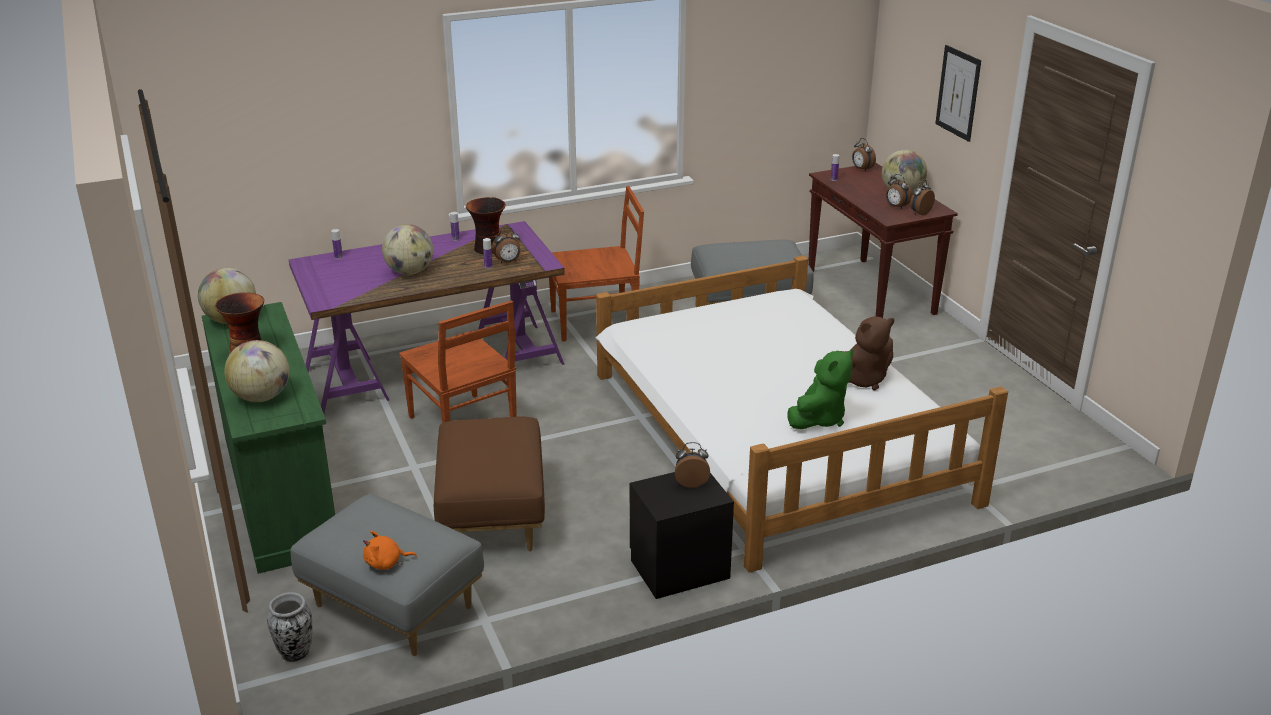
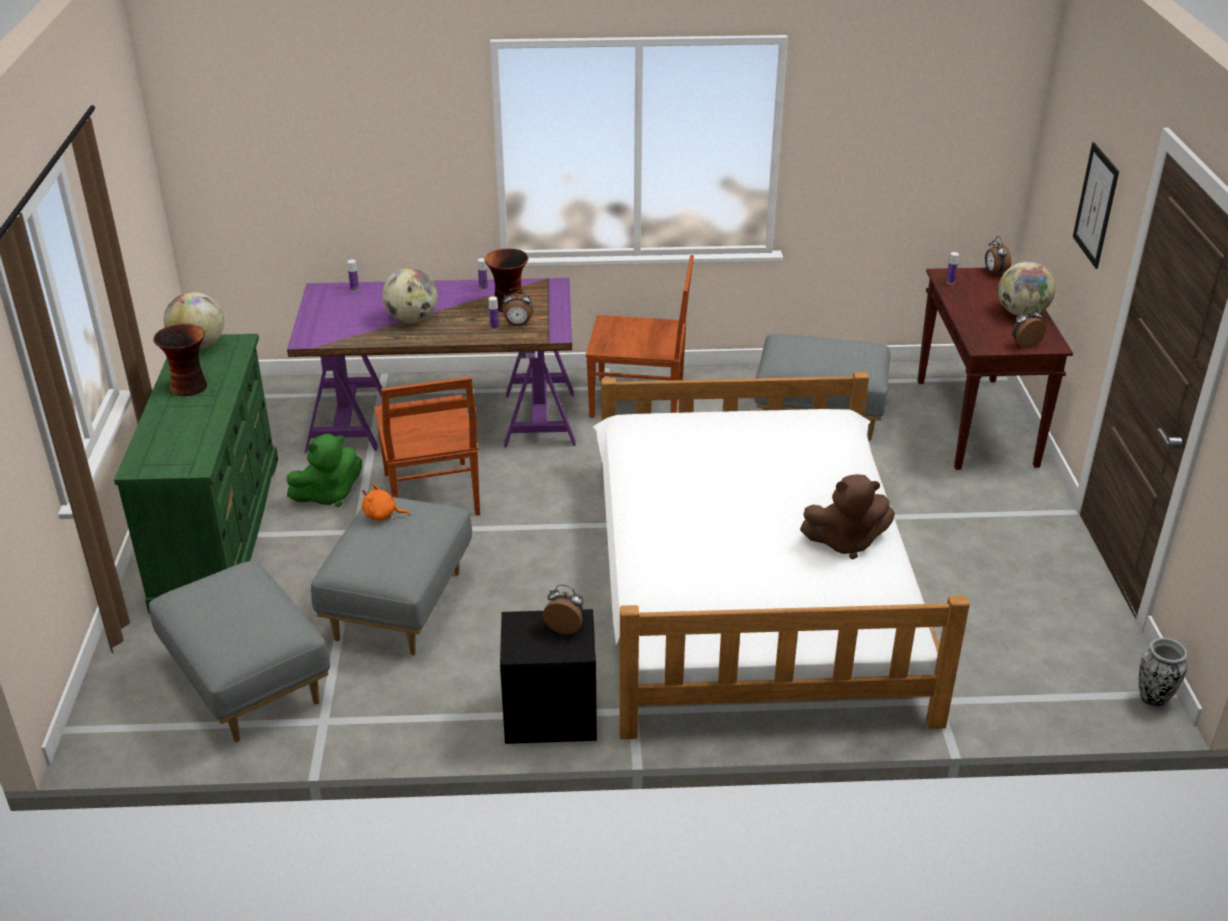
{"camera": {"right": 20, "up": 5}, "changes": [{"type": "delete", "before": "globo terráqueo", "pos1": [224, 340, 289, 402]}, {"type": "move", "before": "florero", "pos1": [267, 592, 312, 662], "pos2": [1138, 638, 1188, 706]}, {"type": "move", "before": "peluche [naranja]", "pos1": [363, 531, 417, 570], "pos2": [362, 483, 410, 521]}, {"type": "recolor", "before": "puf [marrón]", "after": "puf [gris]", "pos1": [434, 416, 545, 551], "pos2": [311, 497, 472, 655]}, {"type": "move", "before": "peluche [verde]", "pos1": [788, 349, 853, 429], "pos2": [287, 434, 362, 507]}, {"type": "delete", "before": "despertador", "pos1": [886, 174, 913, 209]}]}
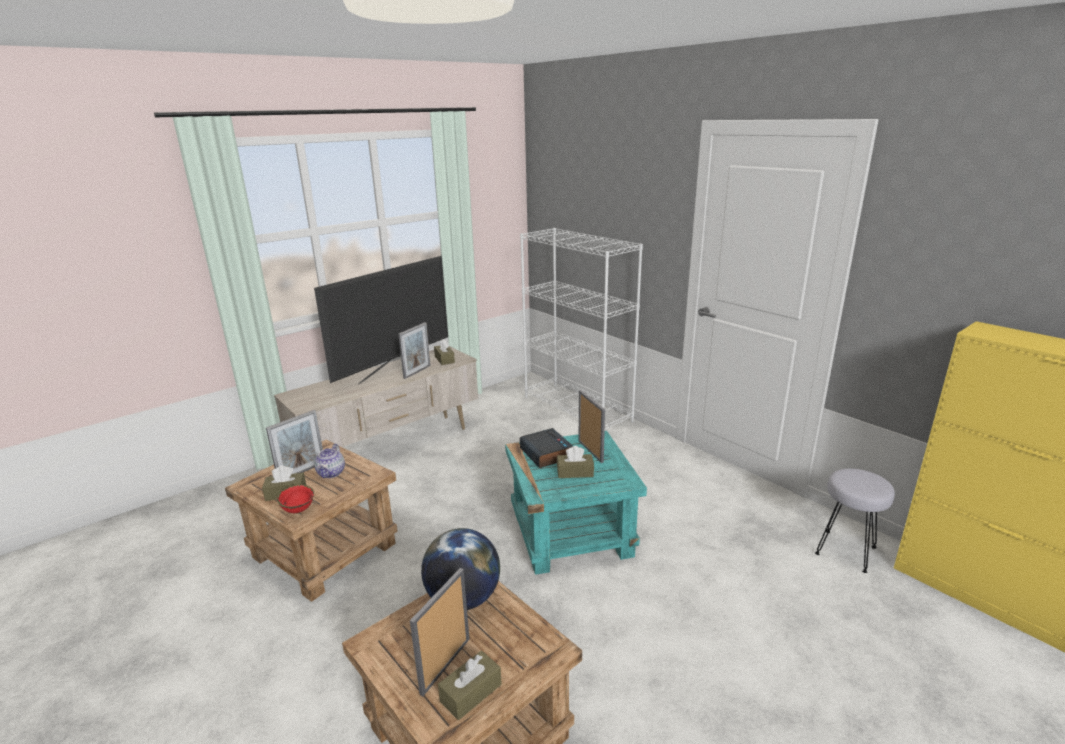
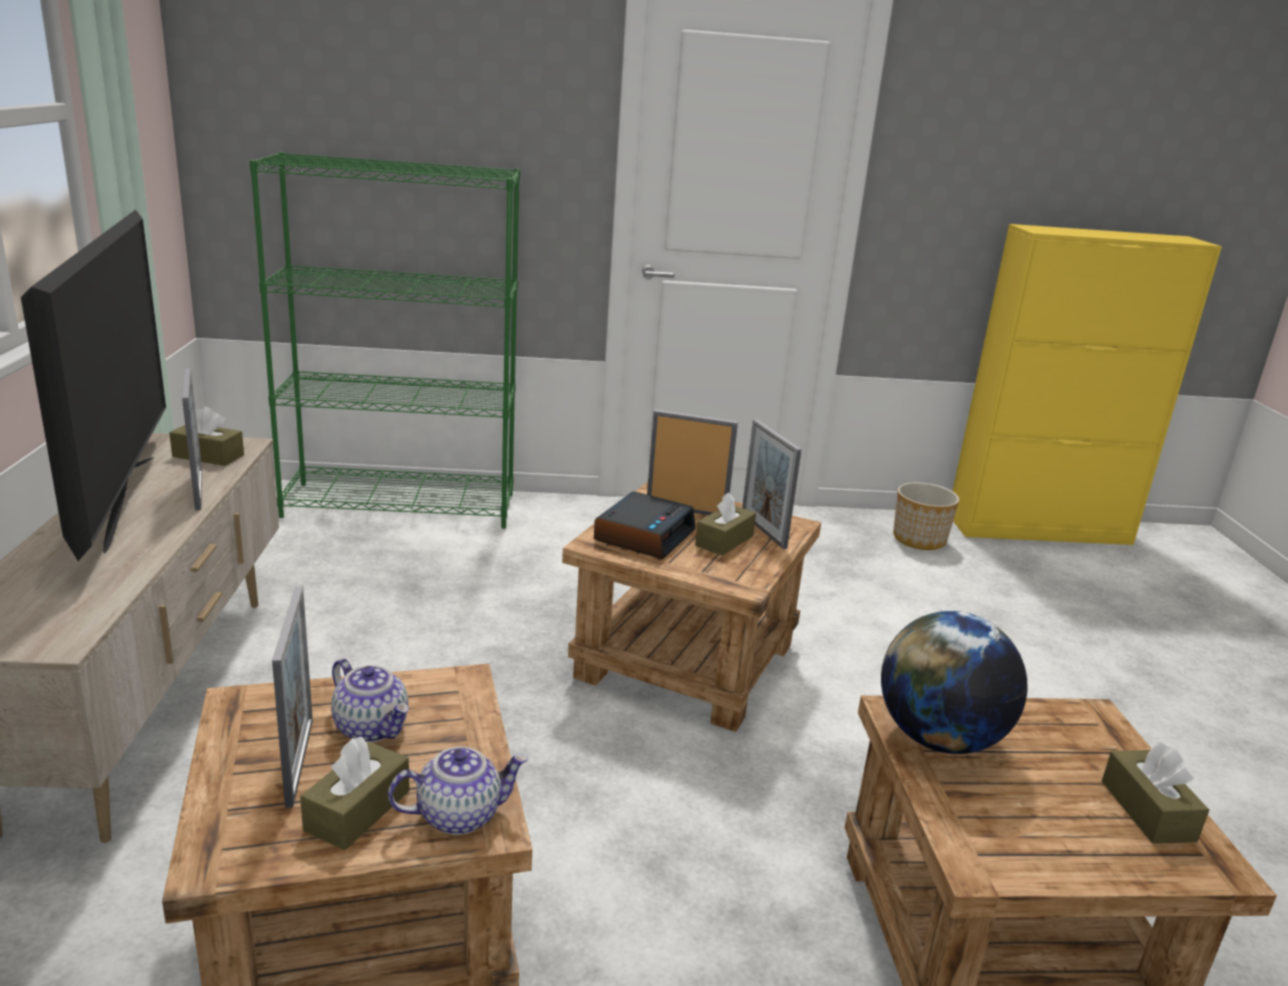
{"camera": {"right": -55, "up": 0}, "changes": [{"type": "replace", "before": "cuenco [rojo]", "after": "tetera", "pos1": [277, 484, 314, 514], "pos2": [388, 746, 528, 835]}, {"type": "move", "before": "portarretratos", "pos1": [410, 568, 469, 696], "pos2": [742, 419, 802, 549]}, {"type": "recolor", "before": "mesa auxiliar [turquesa]", "after": "mesa auxiliar [marrón]", "pos1": [505, 431, 647, 575], "pos2": [562, 482, 821, 732]}, {"type": "recolor", "before": "estantería [blanco]", "after": "estantería [verde]", "pos1": [520, 228, 643, 429], "pos2": [249, 152, 520, 529]}, {"type": "rotate", "before": "despertador", "pos1": [520, 428, 573, 468], "pos2": [594, 492, 696, 559], "turn": 105}, {"type": "replace", "before": "taburete [gris]", "after": "maceta", "pos1": [815, 468, 895, 573], "pos2": [893, 482, 959, 550]}]}
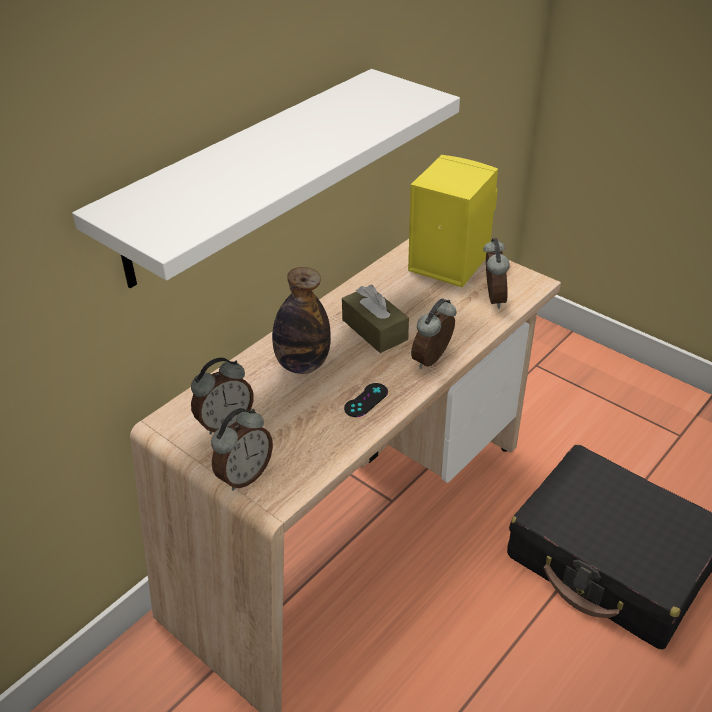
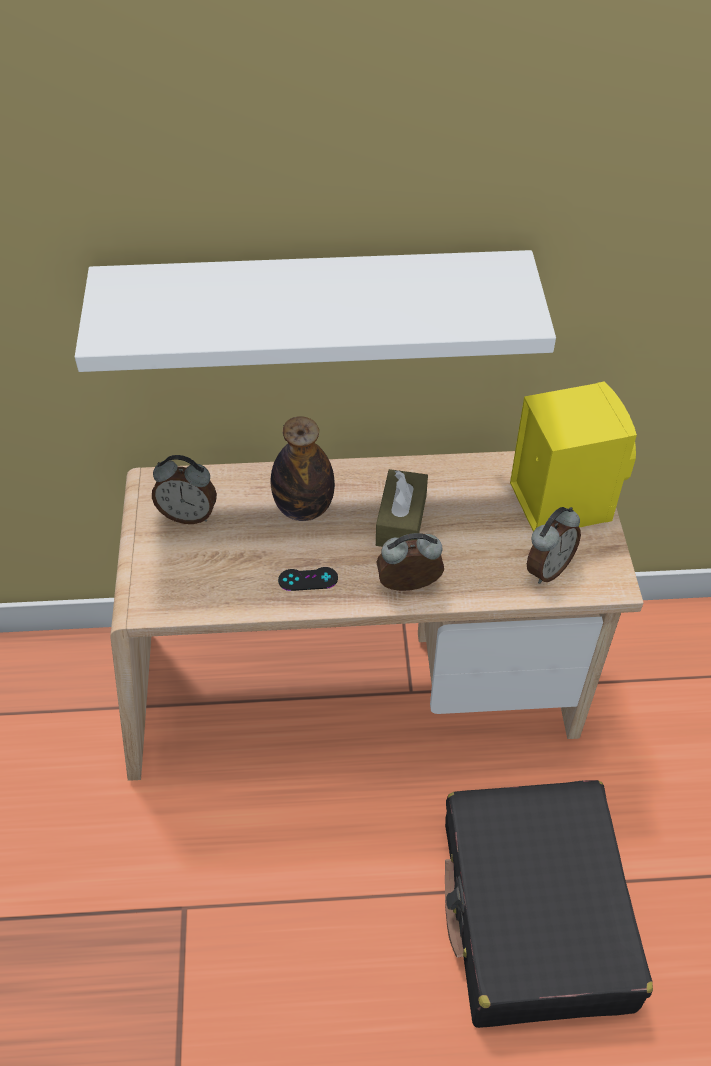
{"camera": {"right": 45, "up": 10}, "changes": [{"type": "delete", "before": "despertador", "pos1": [211, 408, 273, 491]}]}
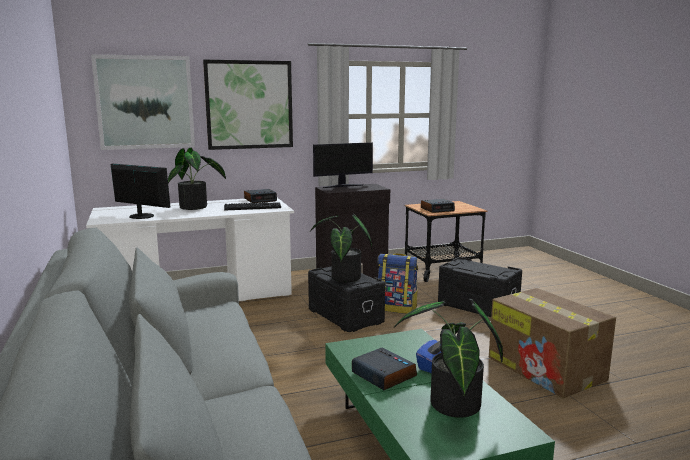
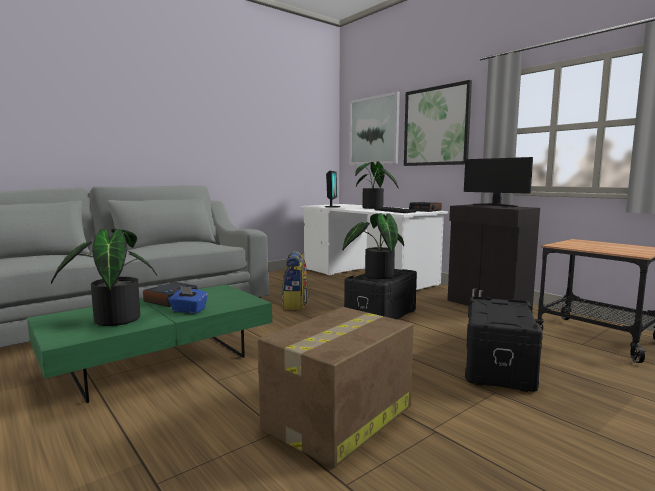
{"camera": {"right": 70, "up": -5}, "changes": [{"type": "move", "before": "mochila", "pos1": [377, 253, 418, 314], "pos2": [281, 251, 309, 310]}, {"type": "delete", "before": "despertador", "pos1": [421, 199, 455, 213]}]}
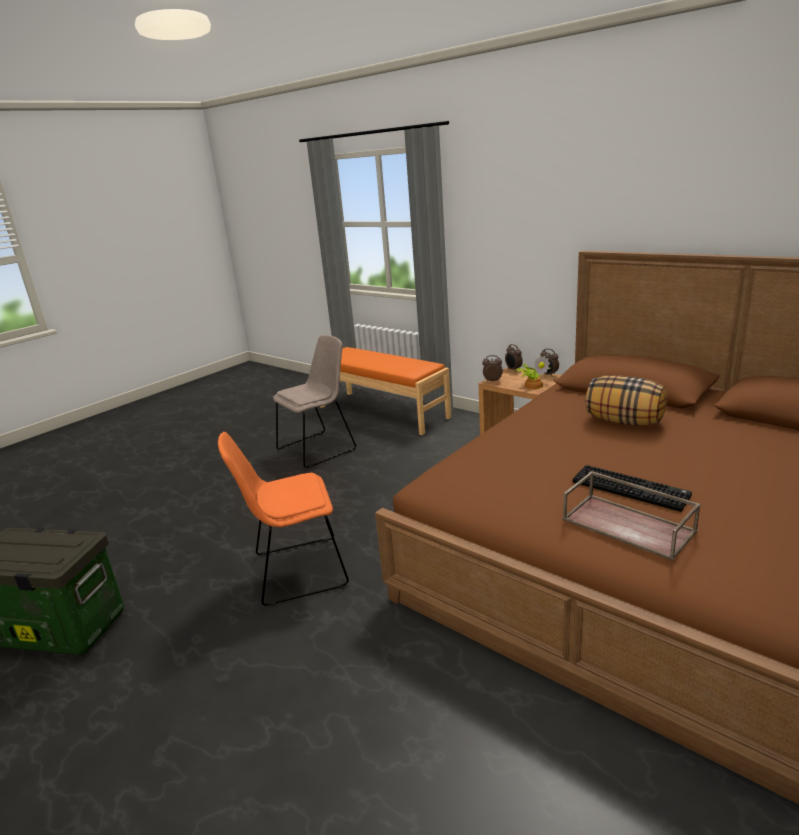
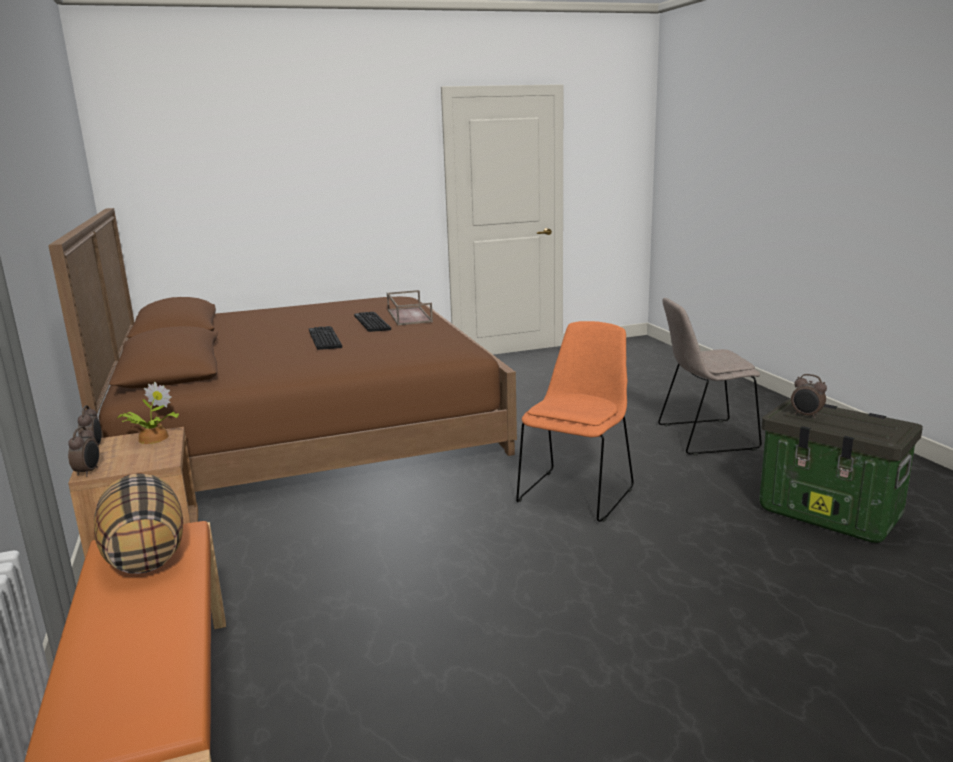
{"camera": {"right": -150, "up": -5}, "changes": [{"type": "rotate", "before": "silla [naranja]", "pos1": [218, 432, 349, 606], "pos2": [516, 321, 634, 522], "turn": -75}, {"type": "move", "before": "silla [beis]", "pos1": [273, 335, 356, 468], "pos2": [658, 298, 762, 456]}, {"type": "move", "before": "despertador", "pos1": [482, 355, 503, 382], "pos2": [791, 374, 827, 419]}, {"type": "move", "before": "cojín", "pos1": [585, 375, 667, 425], "pos2": [94, 473, 183, 574]}, {"type": "insert", "after": "teclado", "pos2": [309, 326, 342, 350]}]}
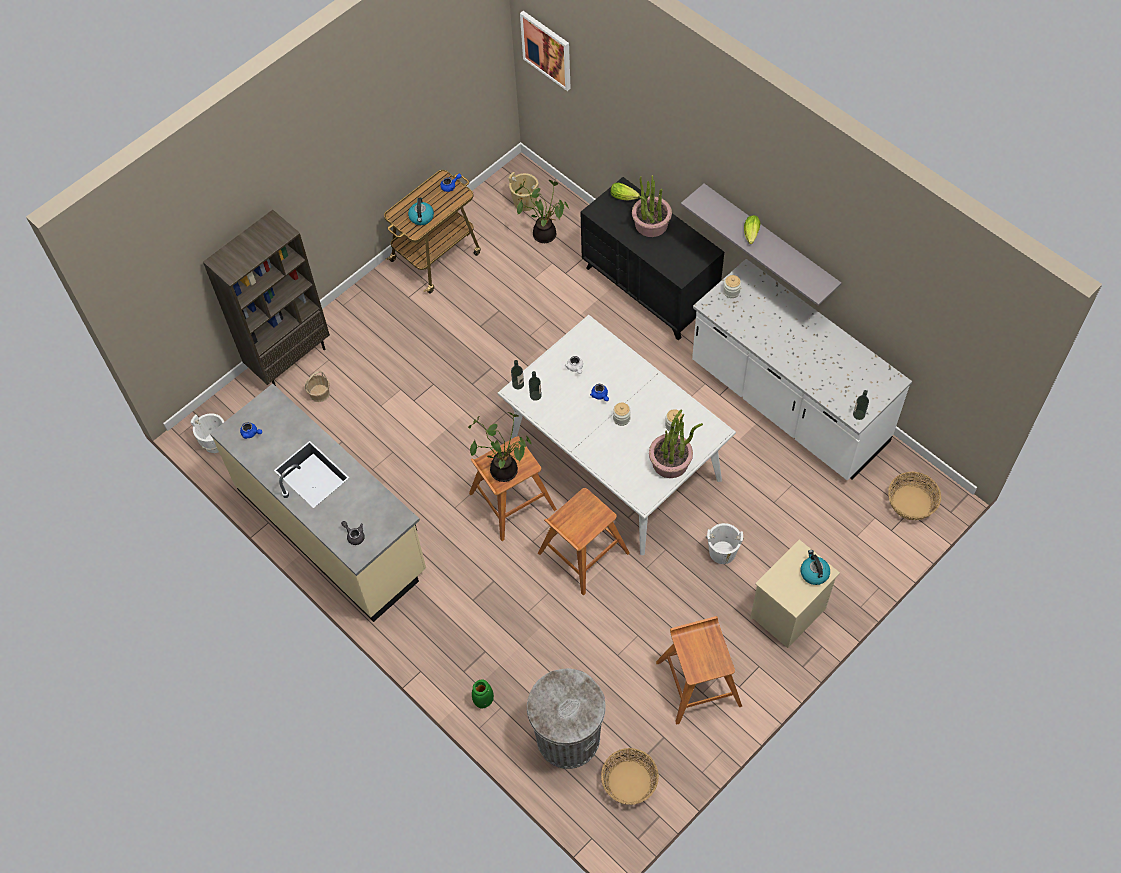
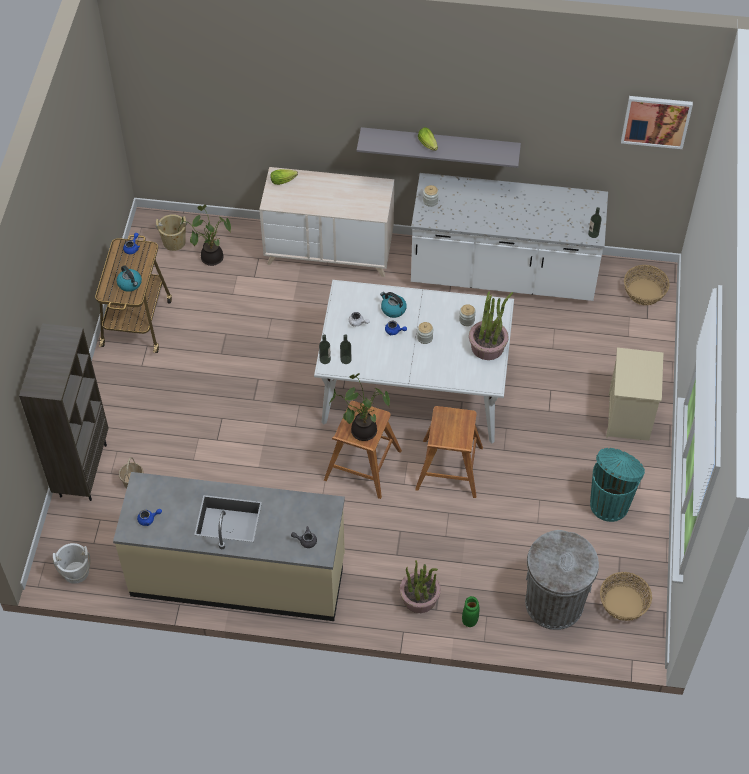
{"camera": {"right": -40, "up": -5}, "changes": [{"type": "move", "before": "cuadro", "pos1": [520, 11, 571, 91], "pos2": [621, 96, 693, 149]}, {"type": "recolor", "before": "cómoda [negro]", "after": "cómoda [beis]", "pos1": [580, 177, 724, 341], "pos2": [259, 167, 394, 277]}, {"type": "move", "before": "planta en maceta", "pos1": [632, 175, 672, 237], "pos2": [399, 560, 441, 613]}, {"type": "replace", "before": "taburete [marrón]", "after": "papelera [turquesa]", "pos1": [656, 616, 742, 725], "pos2": [590, 448, 645, 522]}, {"type": "delete", "before": "cubo [blanco]", "pos1": [706, 523, 744, 564]}, {"type": "move", "before": "hervidor", "pos1": [801, 550, 830, 585], "pos2": [380, 292, 407, 318]}]}
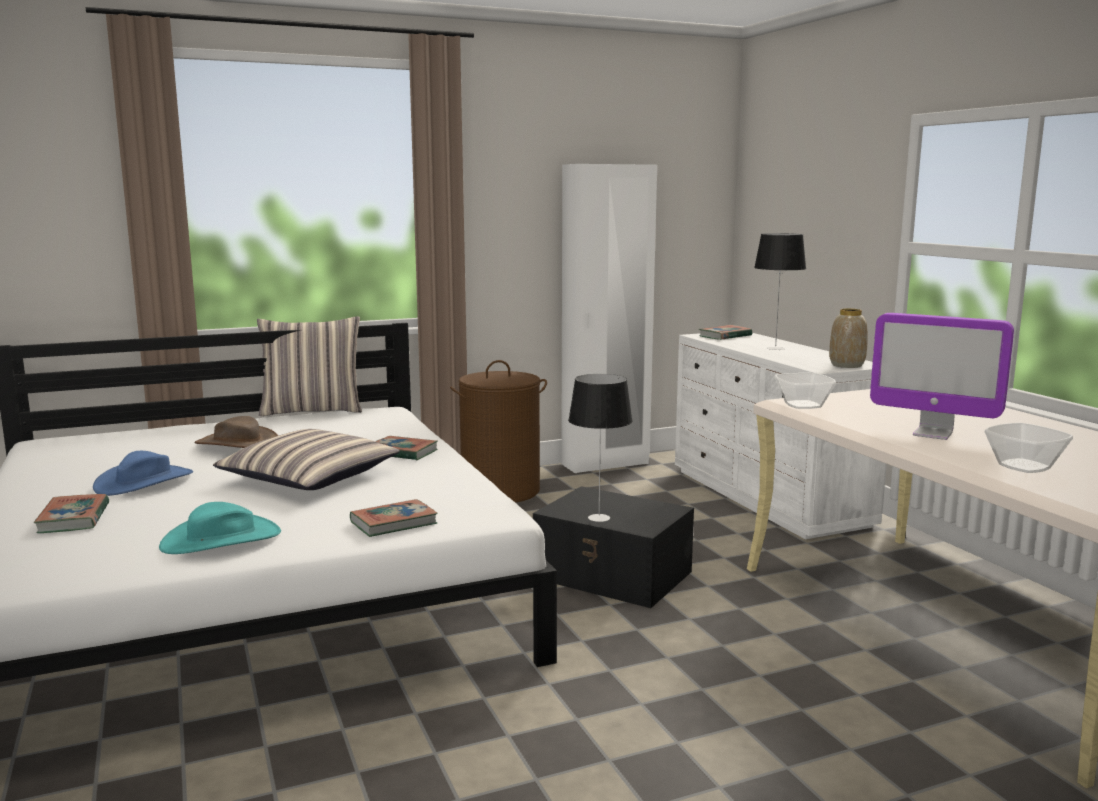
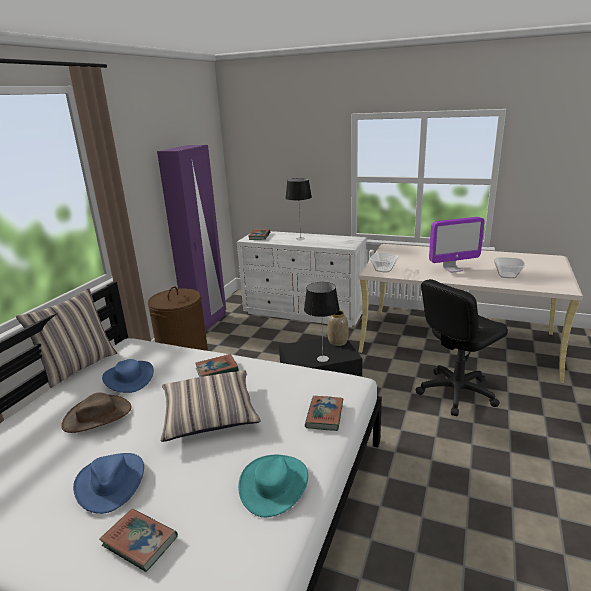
{"camera": {"right": -45, "up": 10}, "changes": [{"type": "recolor", "before": "armario ropero [blanco]", "after": "armario ropero [morado]", "pos1": [561, 164, 657, 473], "pos2": [157, 145, 226, 332]}, {"type": "move", "before": "florero", "pos1": [829, 308, 868, 368], "pos2": [327, 310, 349, 346]}, {"type": "insert", "after": "sombrero [azul]", "pos2": [102, 359, 154, 393]}, {"type": "insert", "after": "silla de oficina [negro]", "pos2": [416, 279, 508, 416]}]}
